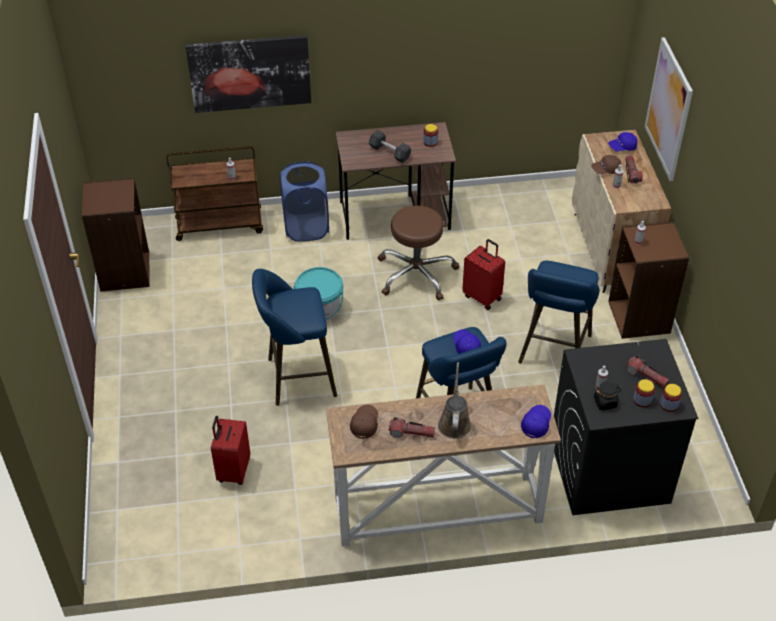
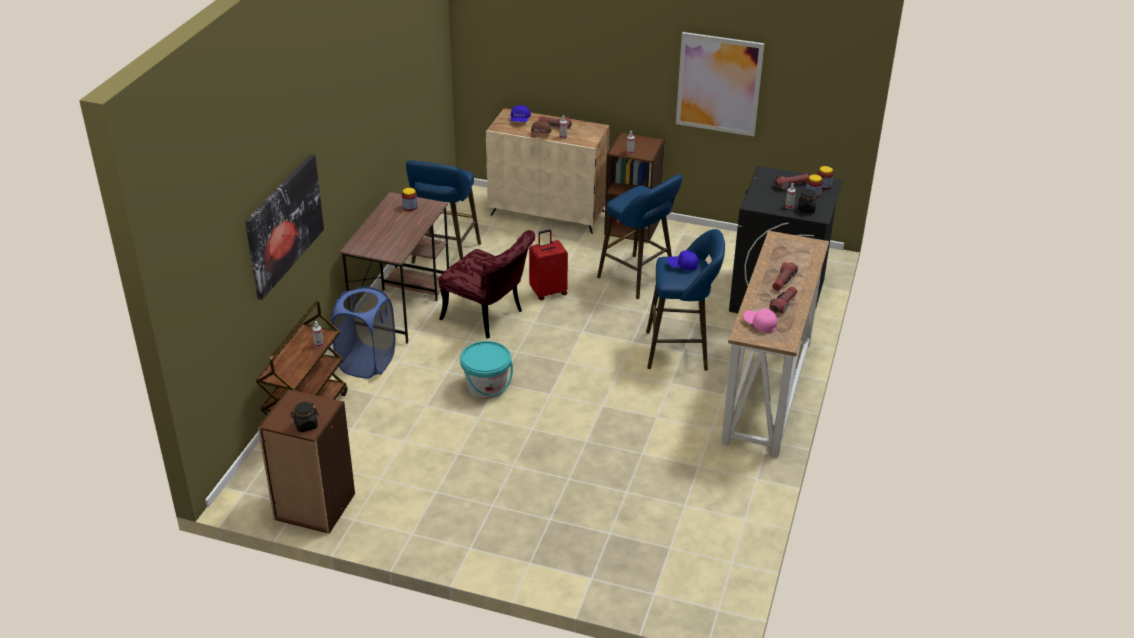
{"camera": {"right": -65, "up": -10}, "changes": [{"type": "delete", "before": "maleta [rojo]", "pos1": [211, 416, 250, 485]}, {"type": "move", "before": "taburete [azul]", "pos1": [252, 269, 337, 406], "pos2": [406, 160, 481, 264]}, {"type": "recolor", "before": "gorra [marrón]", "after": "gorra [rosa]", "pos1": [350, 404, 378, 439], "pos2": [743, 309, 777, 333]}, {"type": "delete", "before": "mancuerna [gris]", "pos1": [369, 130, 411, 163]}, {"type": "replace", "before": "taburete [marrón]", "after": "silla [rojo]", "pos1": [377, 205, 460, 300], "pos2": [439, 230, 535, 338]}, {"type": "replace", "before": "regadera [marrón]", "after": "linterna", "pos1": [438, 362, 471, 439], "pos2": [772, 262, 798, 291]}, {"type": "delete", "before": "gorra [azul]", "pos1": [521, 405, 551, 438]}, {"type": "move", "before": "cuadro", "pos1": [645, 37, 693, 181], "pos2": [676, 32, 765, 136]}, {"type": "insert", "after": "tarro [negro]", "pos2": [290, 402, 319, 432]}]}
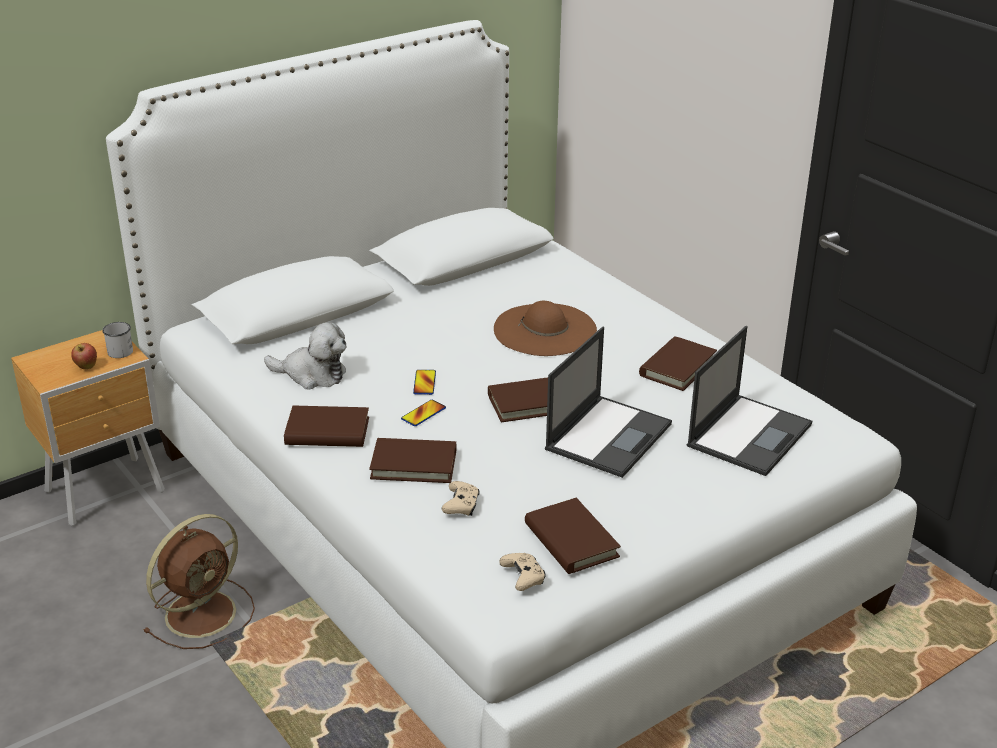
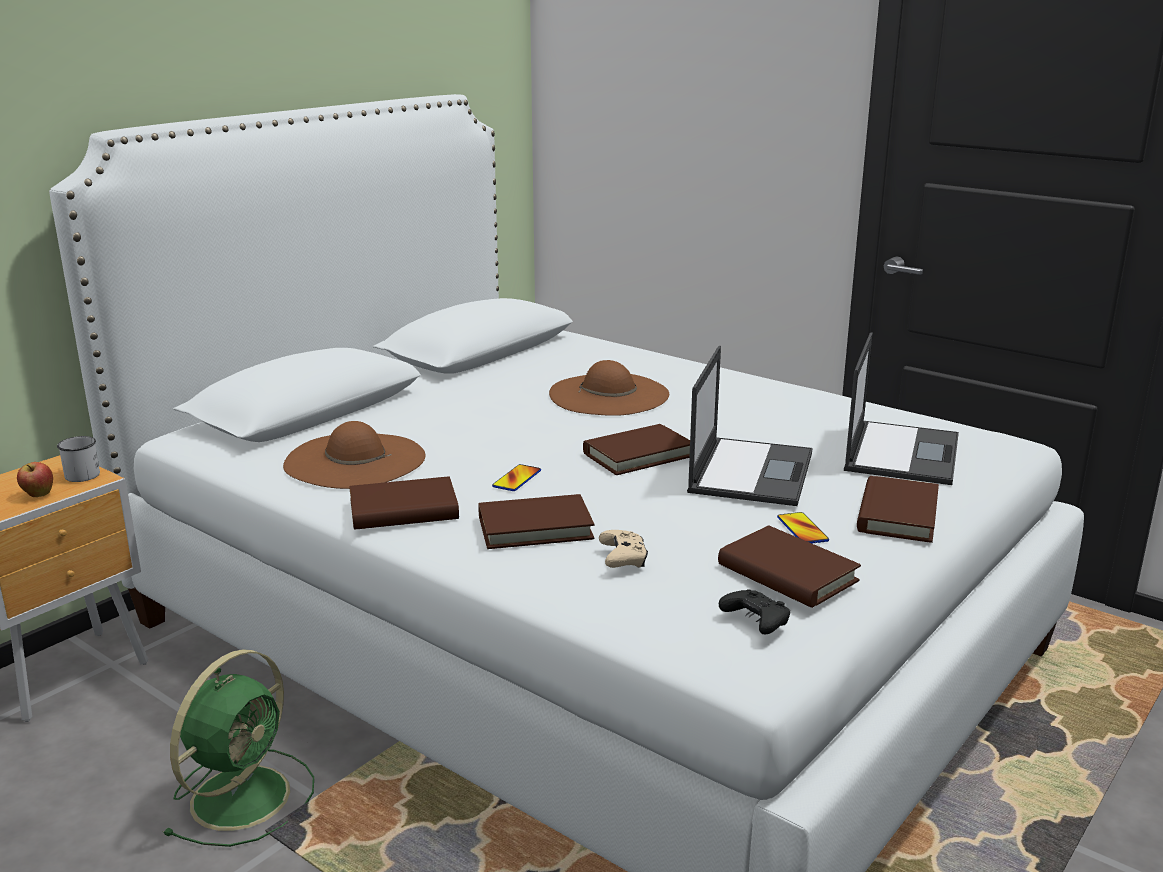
{"camera": {"right": -15, "up": -10}, "changes": [{"type": "recolor", "before": "ventilador [marrón]", "after": "ventilador [verde]", "pos1": [143, 514, 255, 649], "pos2": [163, 649, 314, 847]}, {"type": "replace", "before": "peluche", "after": "sombrero [marrón]", "pos1": [264, 322, 347, 389], "pos2": [283, 421, 426, 489]}, {"type": "move", "before": "móvil", "pos1": [413, 370, 436, 395], "pos2": [777, 512, 829, 544]}, {"type": "recolor", "before": "mando de consola [beis]", "after": "mando de consola [negro]", "pos1": [499, 553, 546, 591], "pos2": [719, 589, 790, 634]}, {"type": "move", "before": "libro [marrón]", "pos1": [639, 336, 717, 391], "pos2": [857, 476, 939, 543]}]}
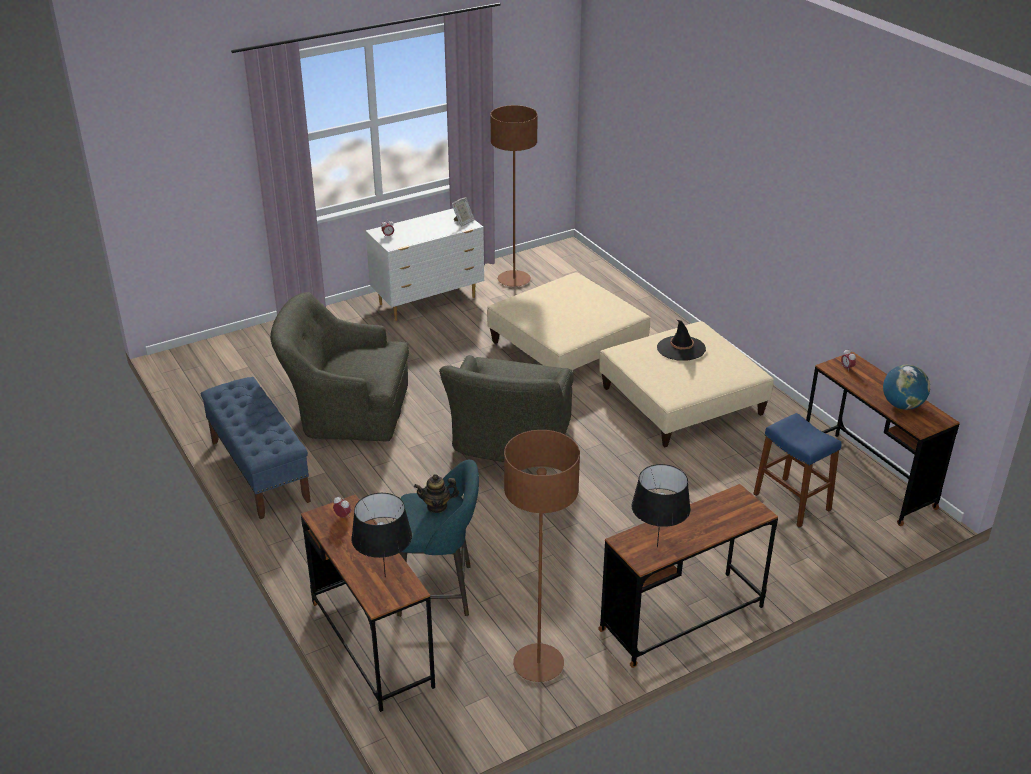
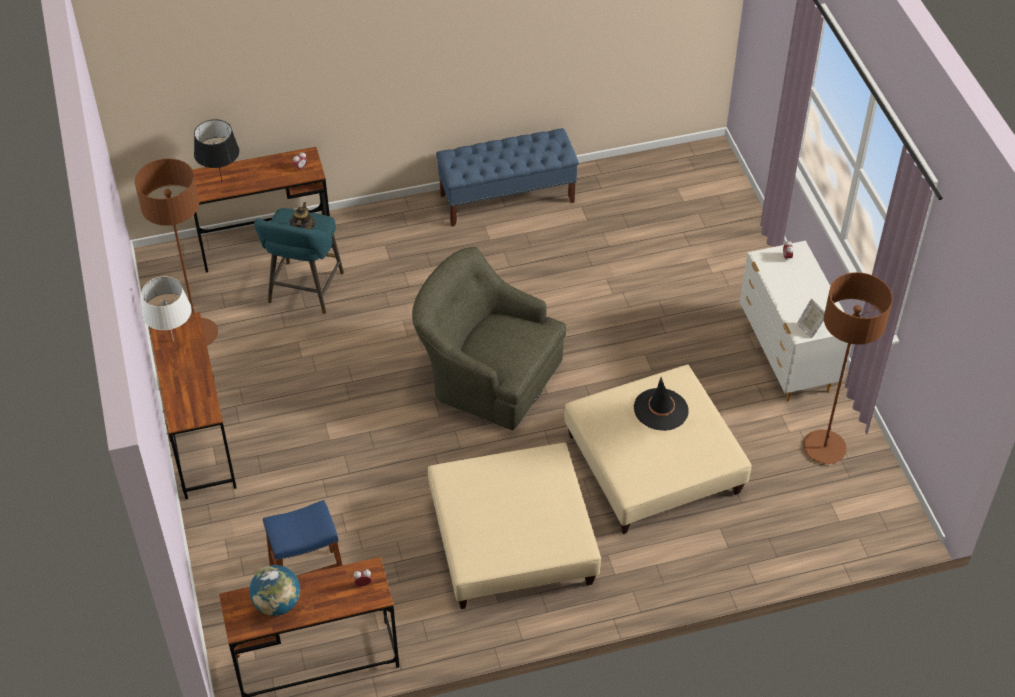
{"camera": {"right": 105, "up": 15}, "changes": [{"type": "delete", "before": "sillón [verde]", "pos1": [270, 292, 409, 441]}, {"type": "recolor", "before": "lámpara de mesa [negro]", "after": "lámpara de mesa [blanco]", "pos1": [632, 464, 690, 547], "pos2": [141, 277, 192, 341]}, {"type": "move", "before": "sombrero [negro]", "pos1": [657, 320, 706, 361], "pos2": [634, 377, 689, 431]}]}
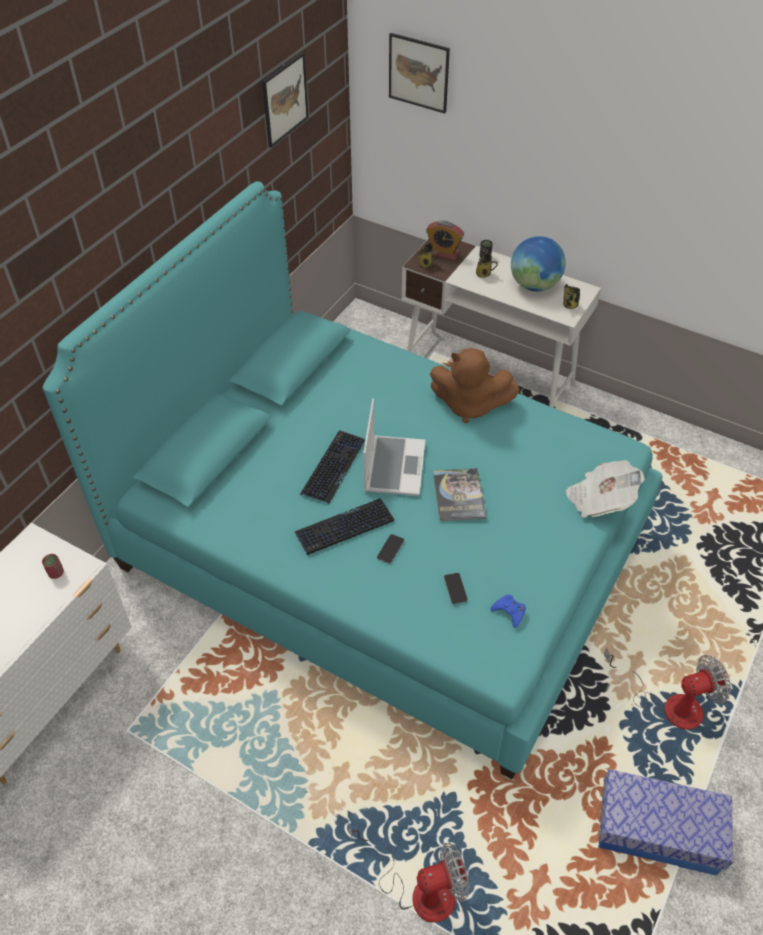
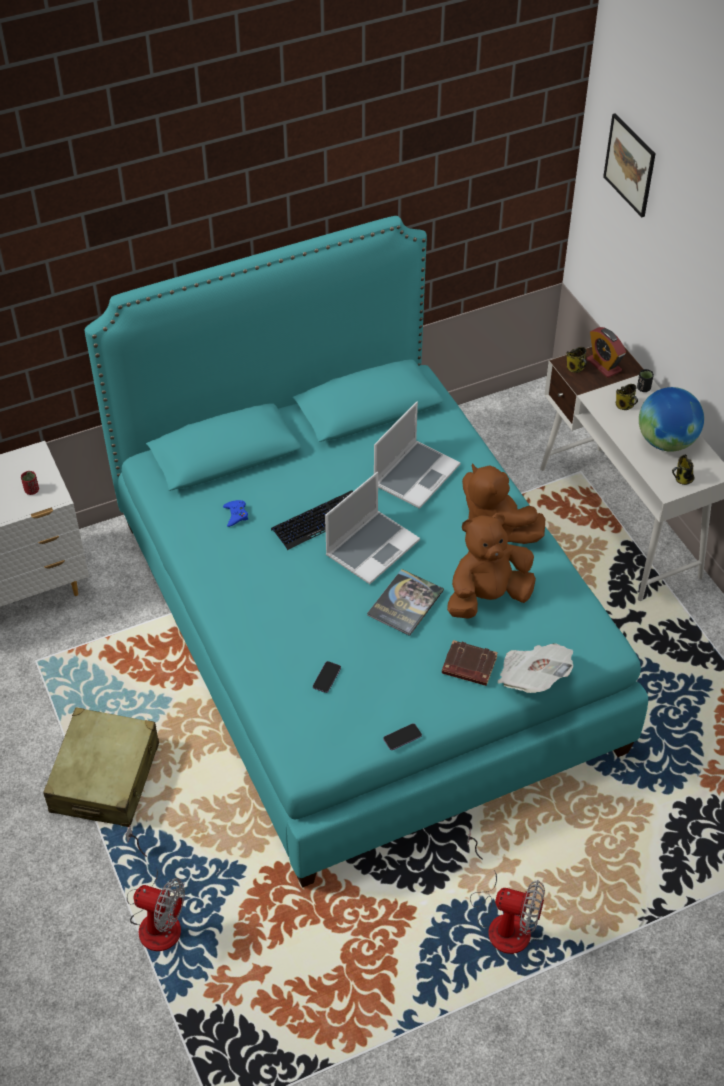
{"camera": {"right": 35, "up": 0}, "changes": [{"type": "delete", "before": "cuadro", "pos1": [262, 53, 309, 148]}, {"type": "delete", "before": "teclado", "pos1": [295, 499, 394, 555]}, {"type": "move", "before": "móvil", "pos1": [377, 534, 404, 564], "pos2": [383, 723, 422, 750]}, {"type": "move", "before": "mando de consola [azul]", "pos1": [491, 594, 526, 628], "pos2": [223, 500, 248, 527]}, {"type": "delete", "before": "caja de almacenaje", "pos1": [599, 769, 733, 876]}, {"type": "insert", "after": "maleta [beis]", "pos2": [43, 708, 159, 827]}, {"type": "insert", "after": "portátil", "pos2": [374, 402, 461, 509]}, {"type": "insert", "after": "libro [marrón]", "pos2": [442, 640, 498, 686]}, {"type": "insert", "after": "peluche [marrón]", "pos2": [447, 513, 536, 619]}]}
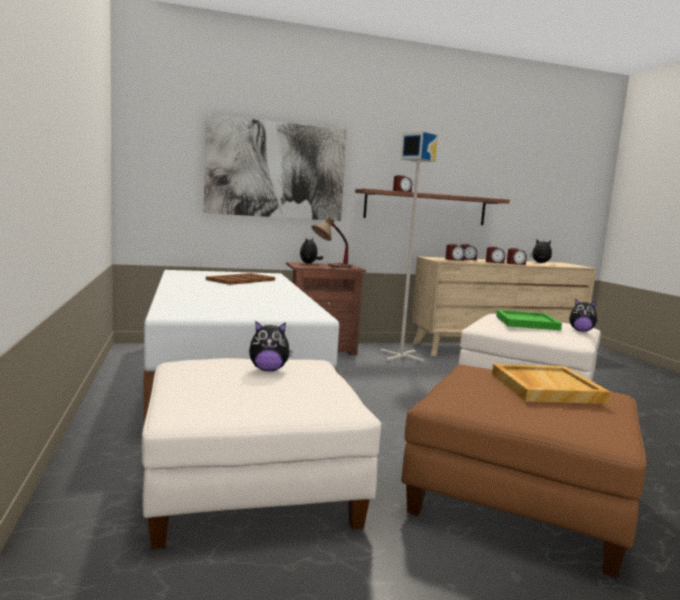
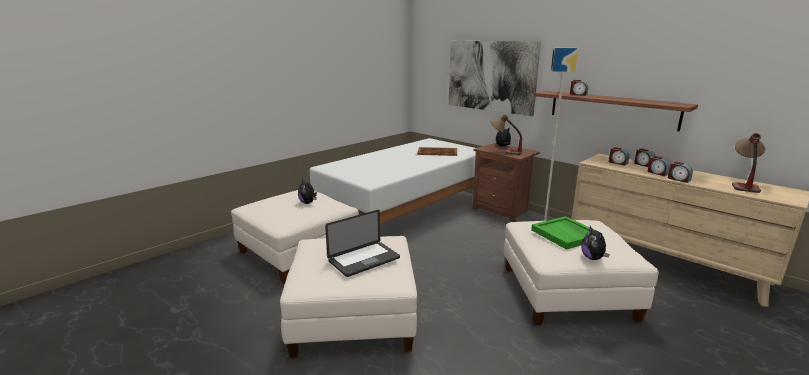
{"camera": {"right": 60, "up": 10}, "changes": [{"type": "recolor", "before": "puf [marrón]", "after": "puf [blanco]", "pos1": [401, 365, 647, 578], "pos2": [280, 236, 417, 358]}, {"type": "replace", "before": "bandeja [beis]", "after": "portátil", "pos1": [492, 364, 611, 404], "pos2": [325, 210, 400, 277]}, {"type": "replace", "before": "peluche", "after": "lámpara de mesa", "pos1": [530, 240, 552, 263], "pos2": [732, 133, 765, 193]}]}
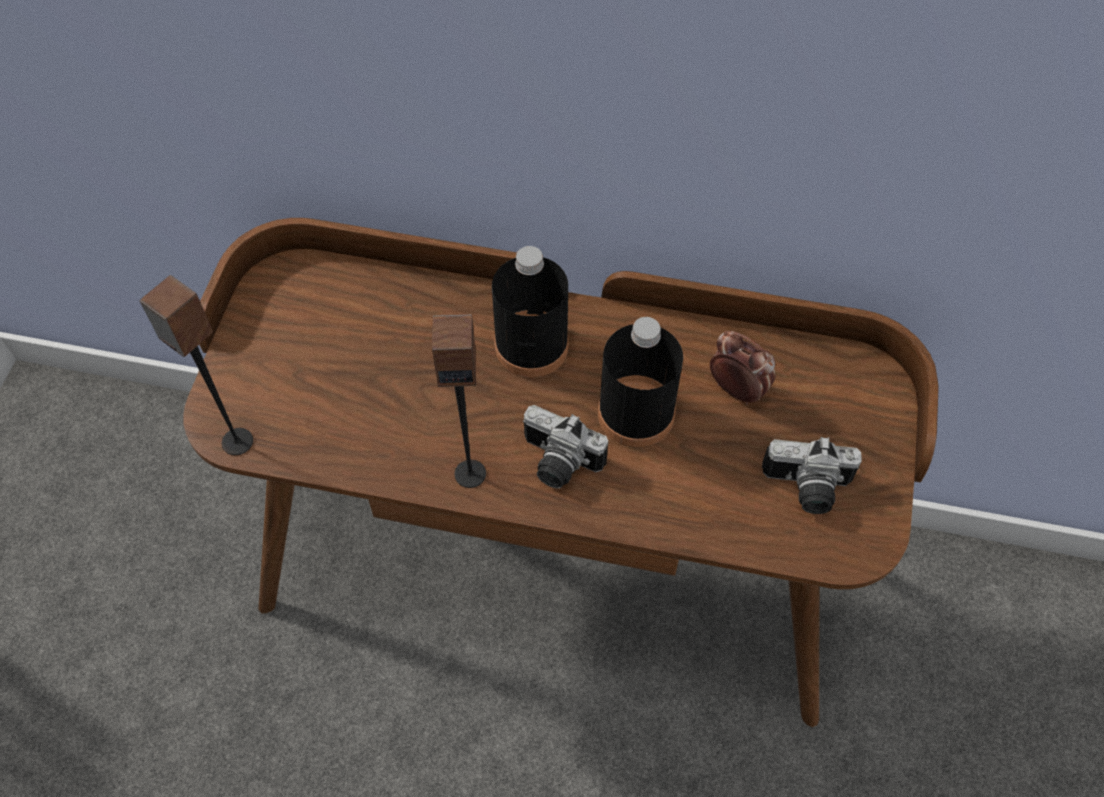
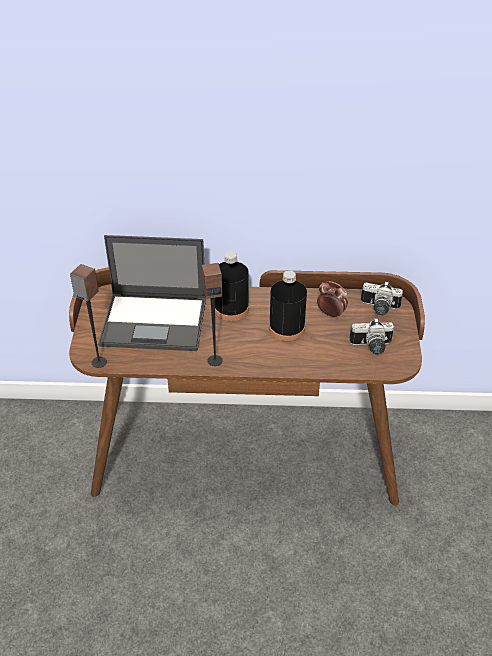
{"camera": {"right": -10, "up": -15}, "changes": [{"type": "move", "before": "cámara", "pos1": [523, 405, 608, 489], "pos2": [361, 281, 403, 316]}, {"type": "insert", "after": "portátil", "pos2": [98, 235, 206, 351]}]}
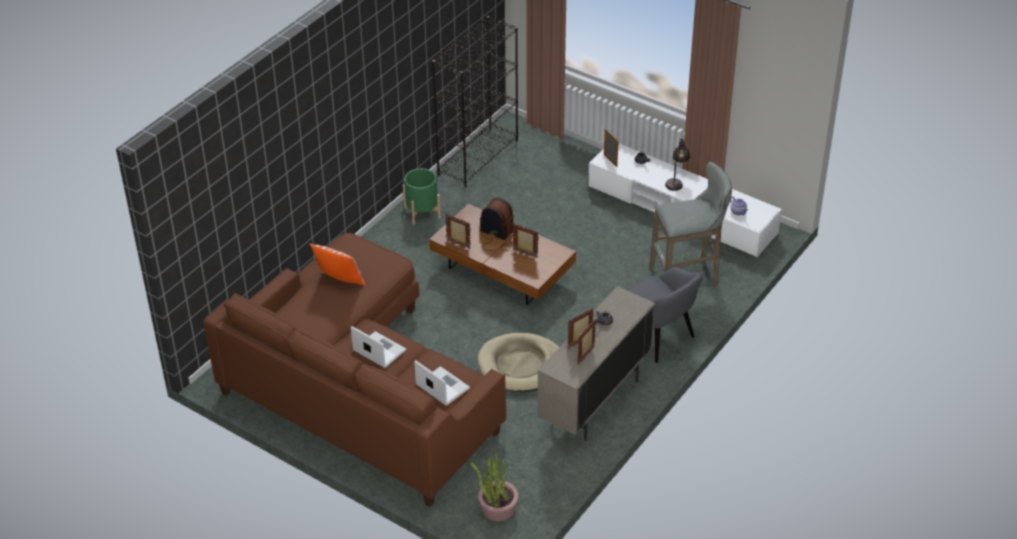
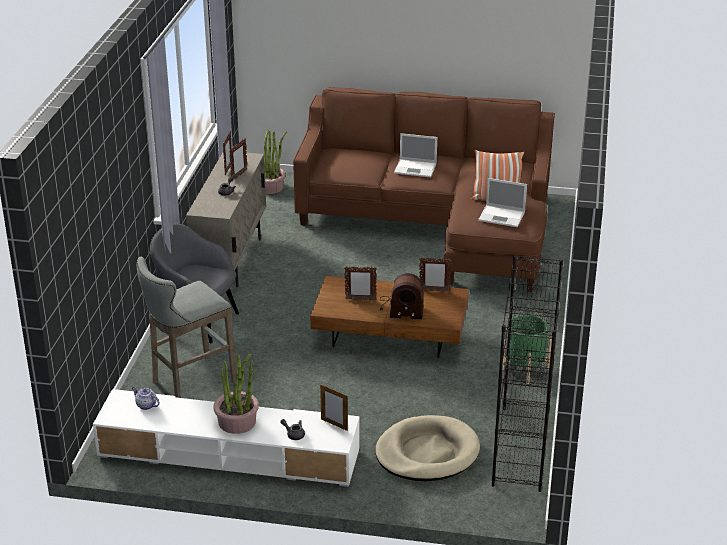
{"camera": {"right": 155, "up": -10}, "changes": [{"type": "move", "before": "portátil", "pos1": [414, 360, 470, 405], "pos2": [478, 178, 527, 227]}, {"type": "move", "before": "cama para perro [beis]", "pos1": [478, 333, 559, 392], "pos2": [375, 415, 480, 481]}, {"type": "replace", "before": "lámpara de mesa", "after": "planta en maceta", "pos1": [665, 138, 690, 191], "pos2": [213, 353, 259, 434]}]}
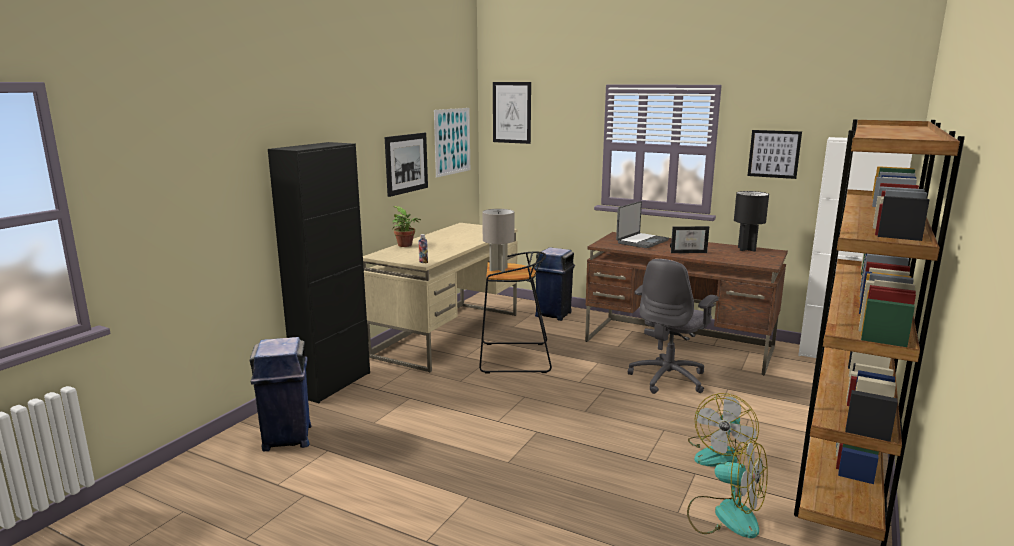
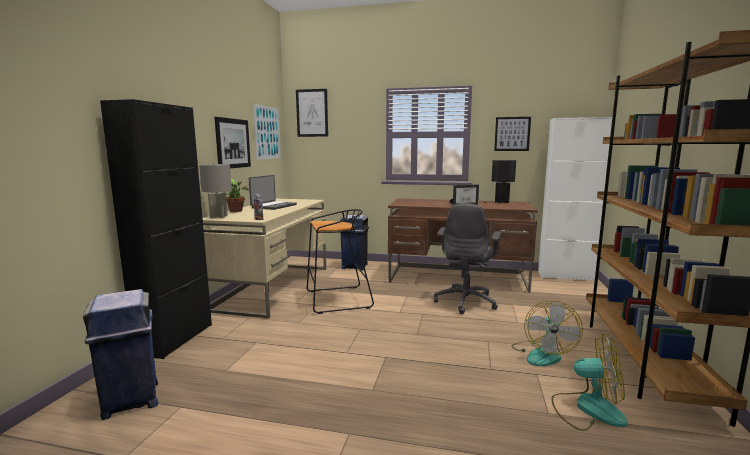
{"camera": {"right": -15, "up": -5}, "changes": [{"type": "move", "before": "lámpara de mesa [gris]", "pos1": [482, 209, 514, 272], "pos2": [199, 164, 232, 218]}, {"type": "move", "before": "portátil", "pos1": [616, 201, 669, 249], "pos2": [249, 175, 297, 210]}]}
